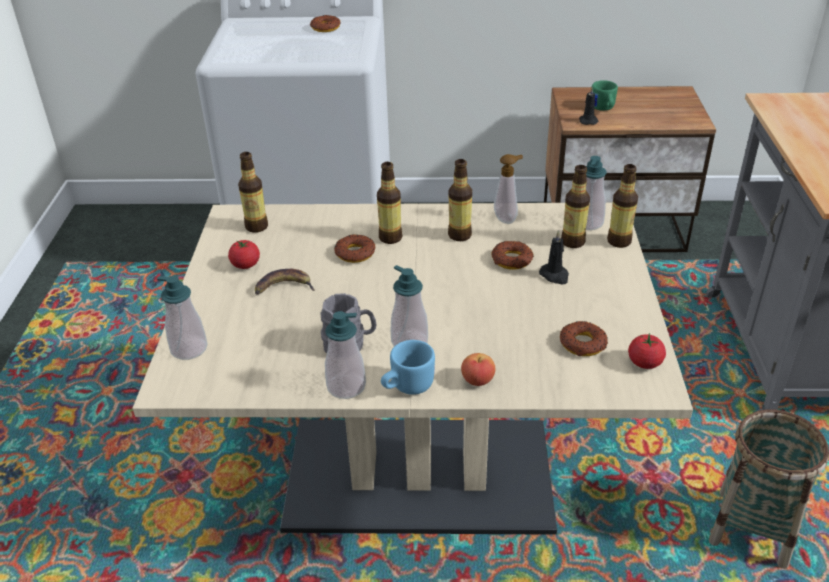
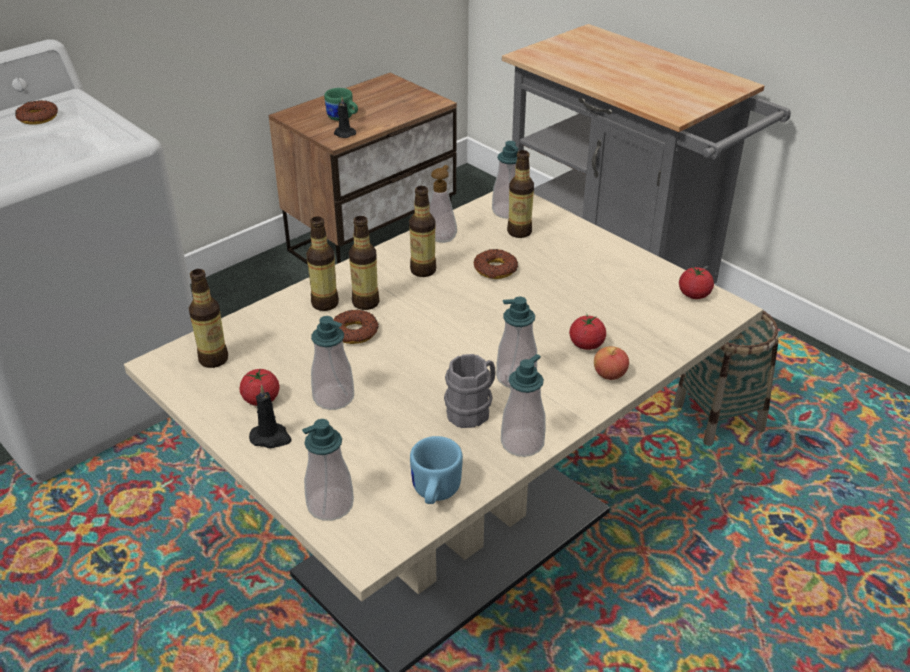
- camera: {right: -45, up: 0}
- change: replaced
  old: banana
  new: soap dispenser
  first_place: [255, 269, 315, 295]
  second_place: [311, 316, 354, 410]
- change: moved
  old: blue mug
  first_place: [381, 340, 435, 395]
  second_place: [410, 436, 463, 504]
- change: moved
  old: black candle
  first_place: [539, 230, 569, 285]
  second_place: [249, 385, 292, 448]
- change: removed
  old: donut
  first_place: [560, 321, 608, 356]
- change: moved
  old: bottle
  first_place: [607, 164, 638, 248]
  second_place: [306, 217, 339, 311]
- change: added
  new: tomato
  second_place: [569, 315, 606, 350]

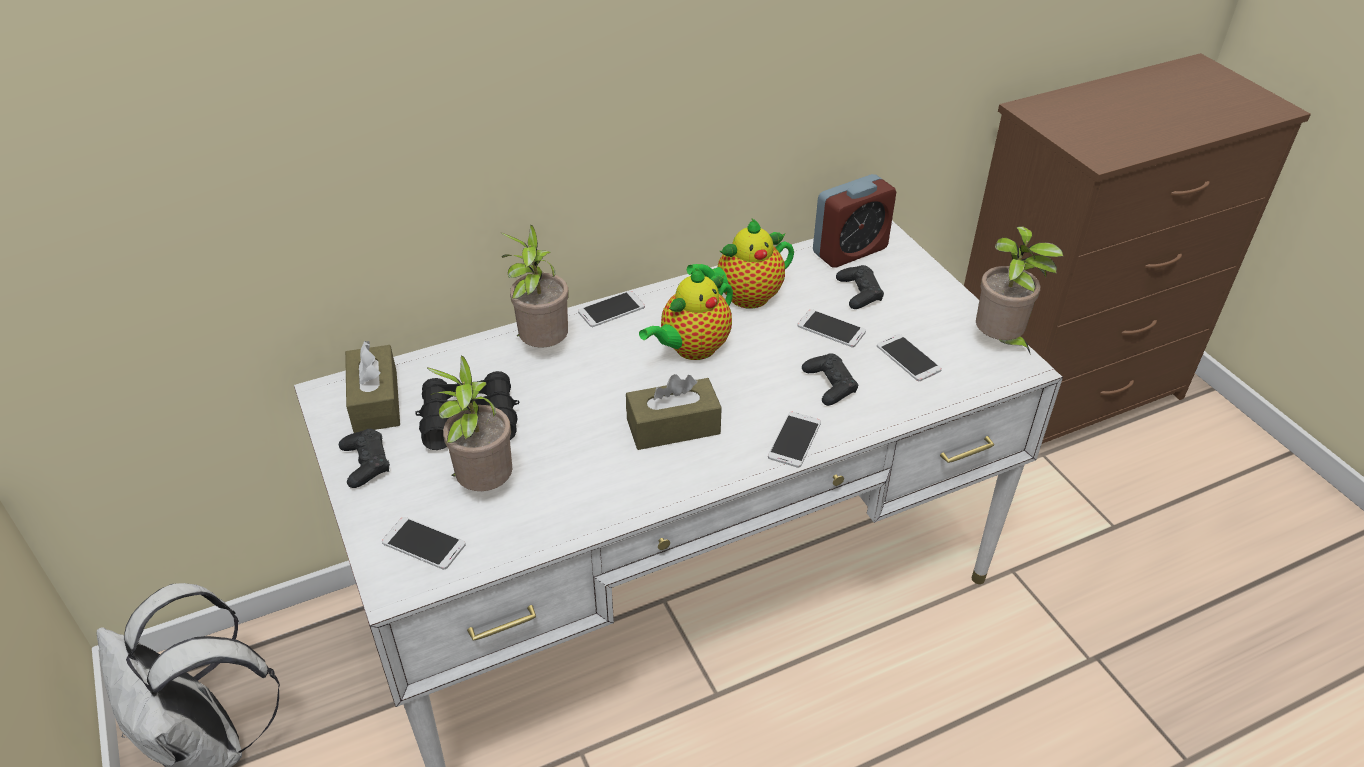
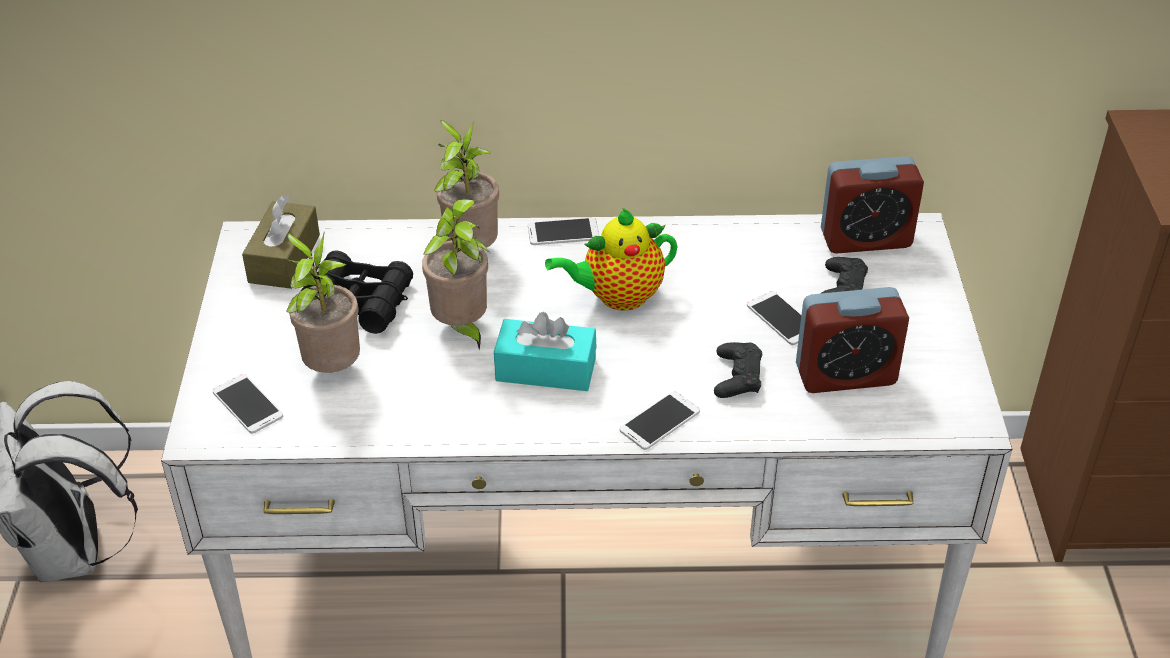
- camera: {right: 25, up: 0}
- change: removed
  old: black game controller
  first_place: [339, 429, 390, 488]
- change: recoloured
  old: brown tissue box
  new: turquoise tissue box
  first_place: [626, 374, 722, 450]
  second_place: [494, 312, 596, 391]
- change: removed
  old: teapot
  first_place: [687, 218, 794, 309]
- change: replaced
  old: phone
  new: alarm clock
  first_place: [877, 334, 942, 381]
  second_place: [796, 287, 909, 393]
- change: moved
  old: potted plant
  first_place: [976, 226, 1063, 355]
  second_place: [422, 199, 489, 350]

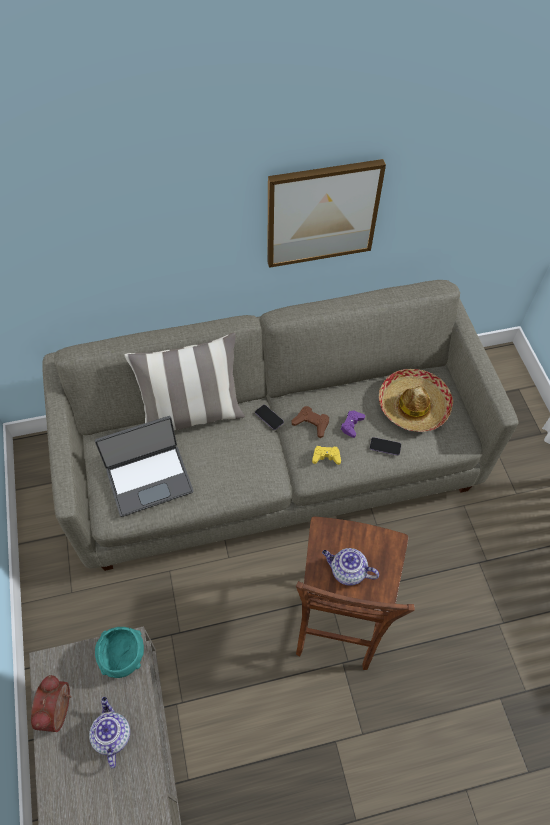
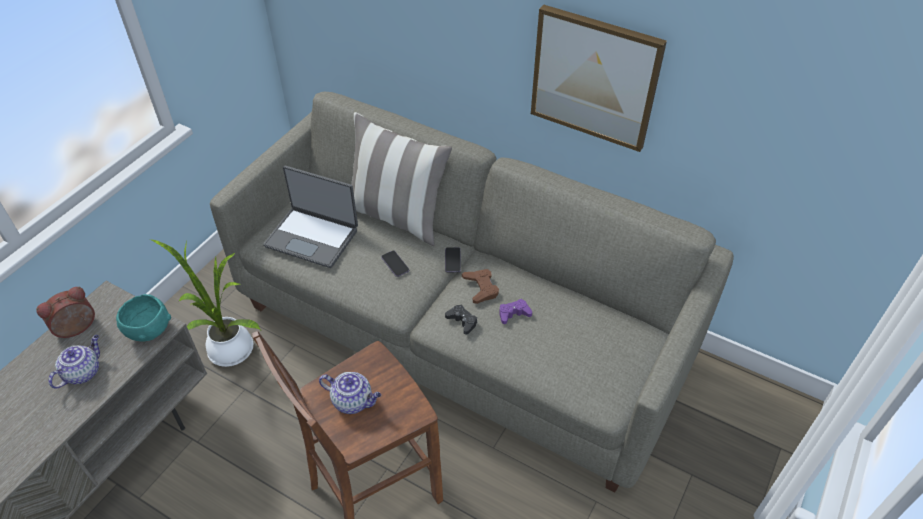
- camera: {right: 45, up: -10}
- change: recoloured
  old: yellow game controller
  new: black game controller
  first_place: [312, 446, 341, 465]
  second_place: [445, 305, 477, 335]
- change: turned
  old: teapot
  first_place: [322, 548, 379, 586]
  second_place: [319, 372, 381, 414]
  degrees: 135
- change: moved
  old: phone
  first_place: [370, 437, 401, 456]
  second_place: [381, 251, 409, 277]
- change: removed
  old: hat
  first_place: [379, 369, 453, 432]
- change: added
  new: potted plant
  second_place: [150, 239, 261, 367]

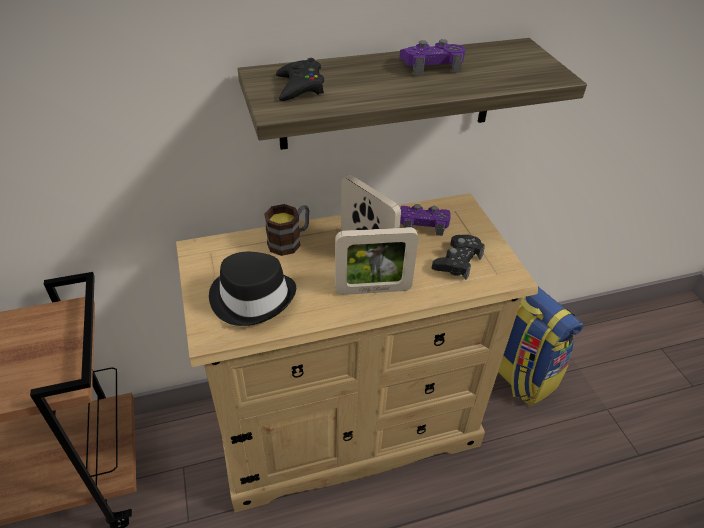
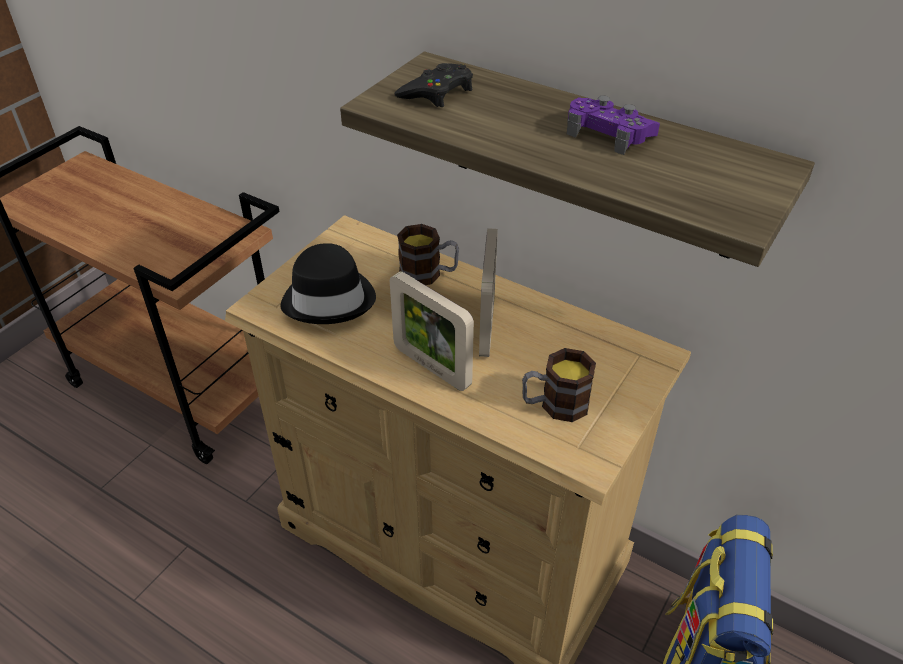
- camera: {right: 50, up: 0}
- change: removed
  old: purple game controller
  first_place: [400, 204, 451, 236]
- change: replaced
  old: black game controller
  new: mug
  first_place: [432, 235, 485, 280]
  second_place: [522, 348, 596, 422]

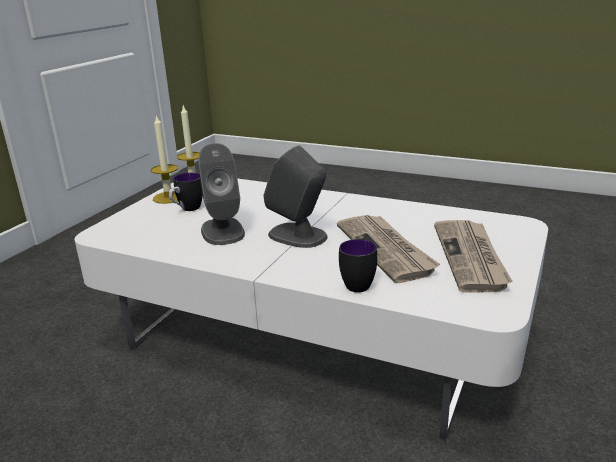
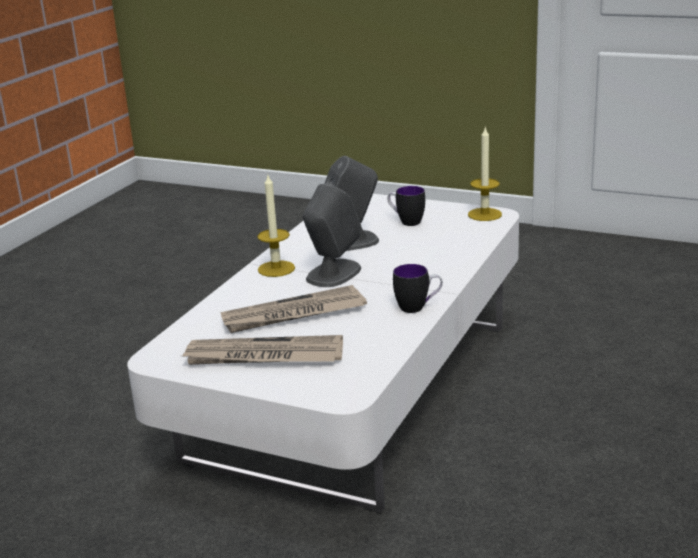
- camera: {right: 90, up: 0}
- change: moved
  old: candle
  first_place: [151, 114, 178, 204]
  second_place: [257, 175, 295, 277]
- change: moved
  old: mug
  first_place: [339, 239, 377, 292]
  second_place: [393, 264, 443, 313]

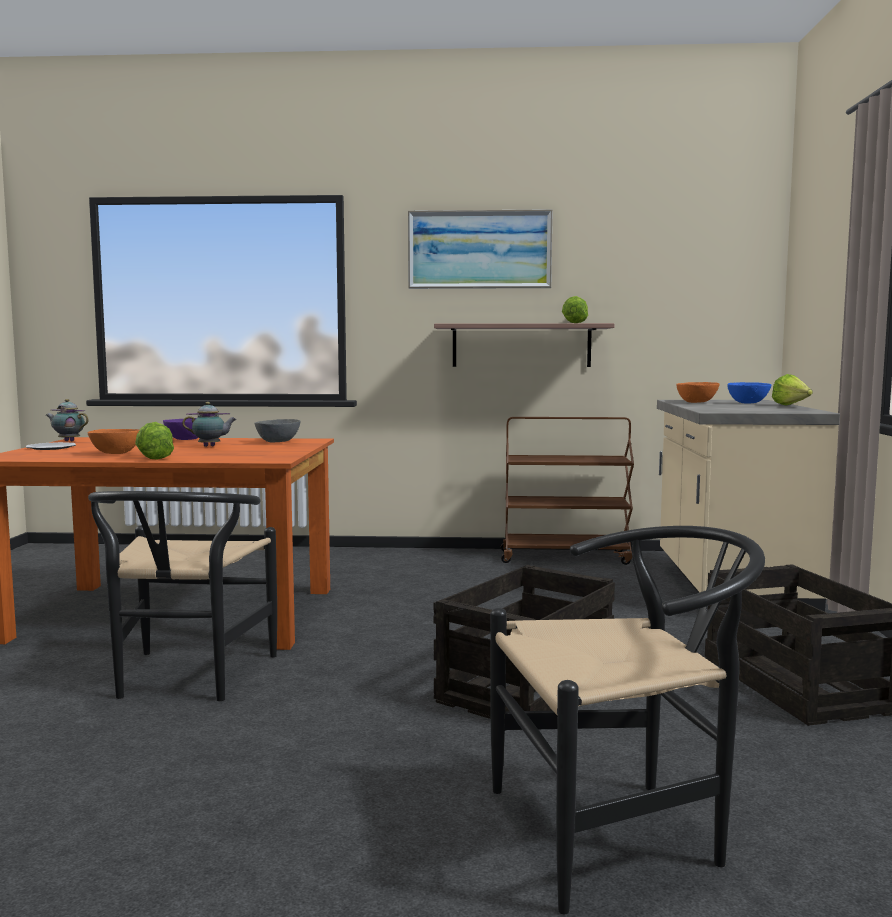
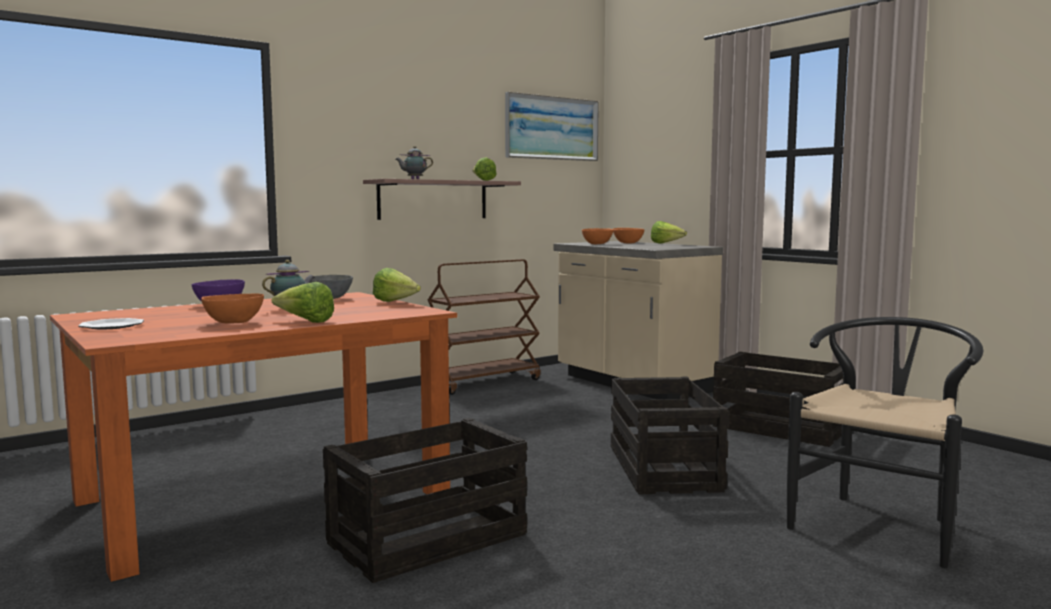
- camera: {right: -40, up: 0}
- change: moved
  old: teapot
  first_place: [46, 399, 89, 441]
  second_place: [396, 146, 433, 179]
- change: replaced
  old: black chair
  new: crate
  first_place: [88, 491, 277, 701]
  second_place: [323, 418, 527, 583]
- change: moved
  old: picture
  first_place: [408, 209, 552, 289]
  second_place: [505, 92, 599, 161]
- change: recoloured
  old: blue bowl
  new: orange bowl
  first_place: [727, 382, 772, 404]
  second_place: [613, 228, 645, 244]
- change: added
  new: lettuce
  second_place: [373, 268, 421, 302]

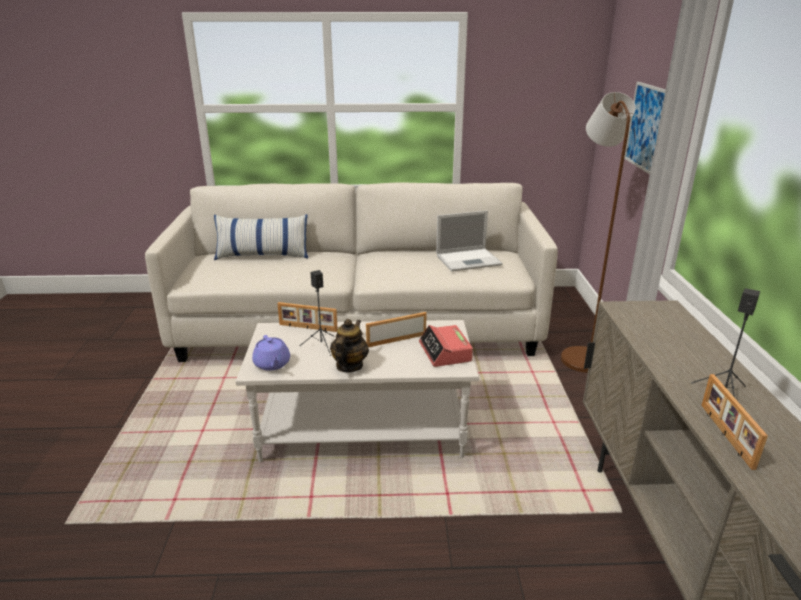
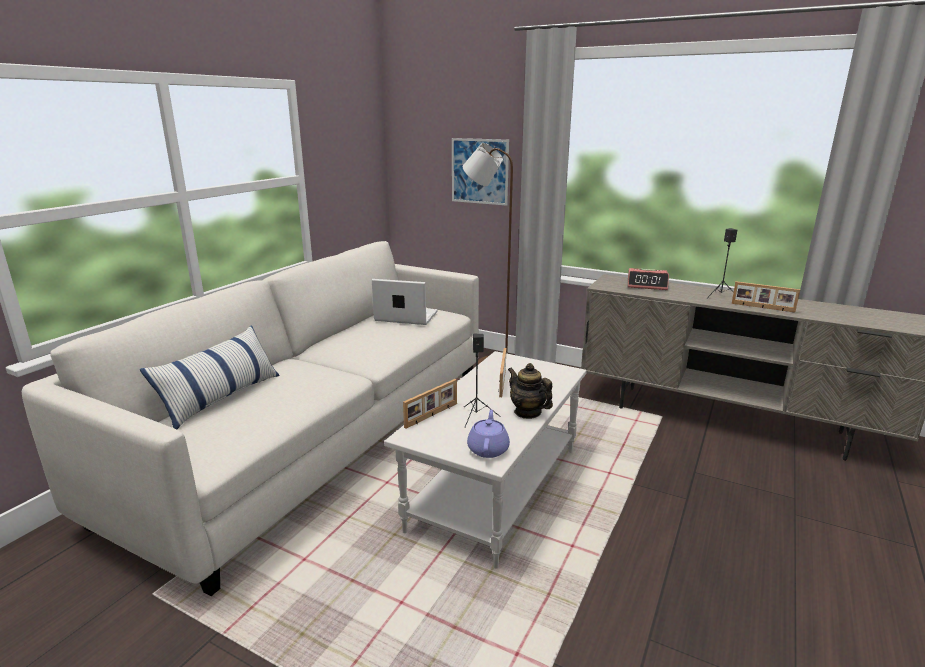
- camera: {right: -60, up: -5}
- change: turned
  old: purple teapot
  first_place: [252, 335, 290, 371]
  second_place: [467, 409, 510, 458]
  degrees: -90
- change: moved
  old: alarm clock
  first_place: [419, 325, 473, 367]
  second_place: [628, 268, 669, 290]
- change: turned
  old: laptop
  first_place: [436, 210, 503, 272]
  second_place: [372, 279, 438, 325]
  degrees: -90

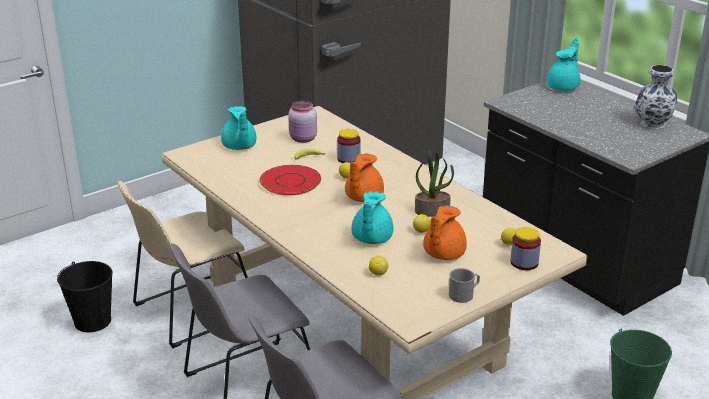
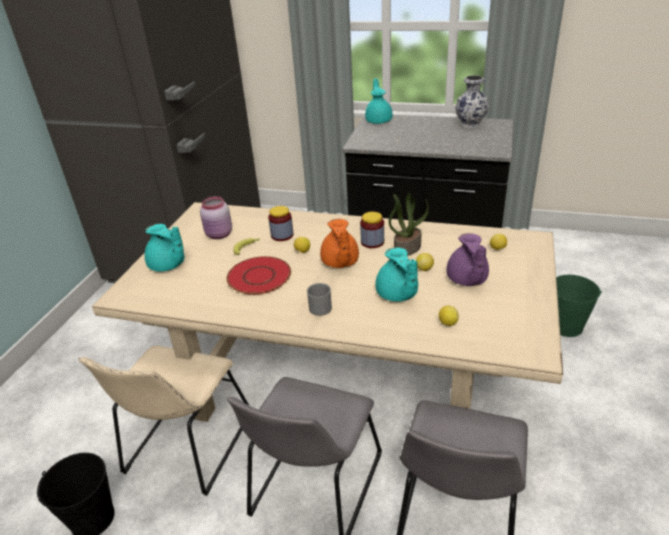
- camera: {right: -35, up: 5}
- change: recoloured
  old: orange teapot
  new: purple teapot
  first_place: [423, 206, 467, 260]
  second_place: [446, 233, 489, 286]
- change: moved
  old: grey mug
  first_place: [449, 268, 480, 303]
  second_place: [307, 283, 332, 316]
- change: moved
  old: jar
  first_place: [510, 227, 541, 270]
  second_place: [360, 212, 384, 248]

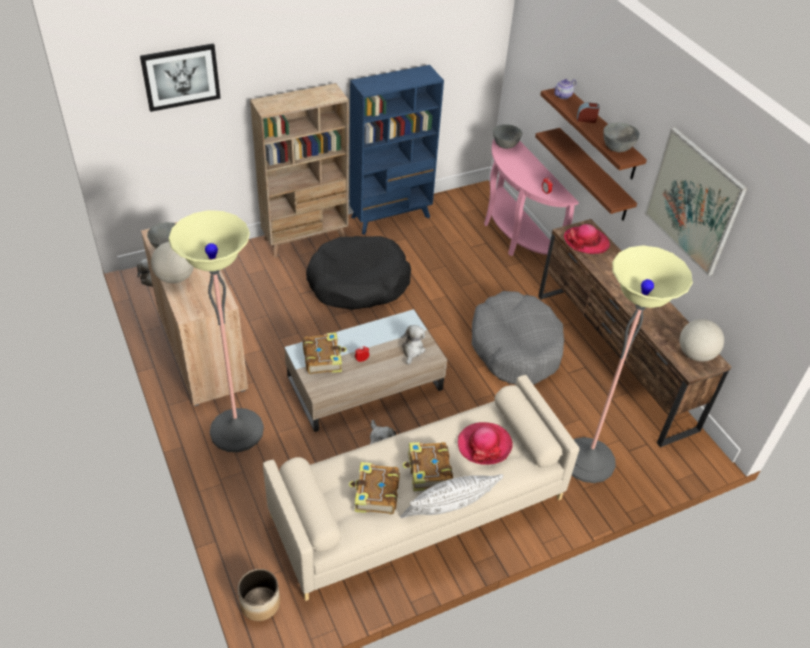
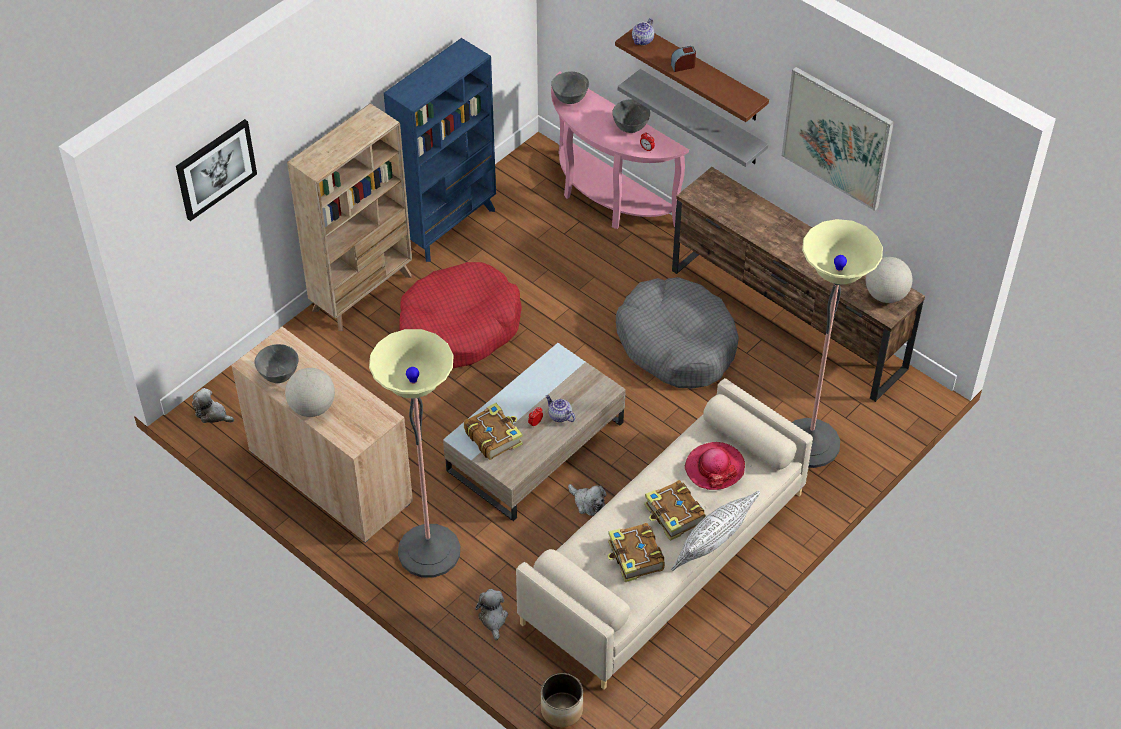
- camera: {right: -20, up: 5}
- change: recoloured
  old: black dog bed
  new: red dog bed
  first_place: [306, 236, 411, 310]
  second_place: [400, 262, 522, 369]
- change: moved
  old: plush toy
  first_place: [401, 325, 425, 365]
  second_place: [475, 589, 508, 640]
- change: recoloured
  old: brown shelf
  new: grey shelf
  first_place: [535, 128, 637, 221]
  second_place: [618, 69, 768, 167]
- change: removed
  old: hat
  first_place: [564, 224, 610, 254]
- change: moved
  old: grey bowl
  first_place: [603, 122, 640, 152]
  second_place: [612, 99, 651, 133]
- change: added
  new: teapot
  second_place: [546, 395, 575, 422]

